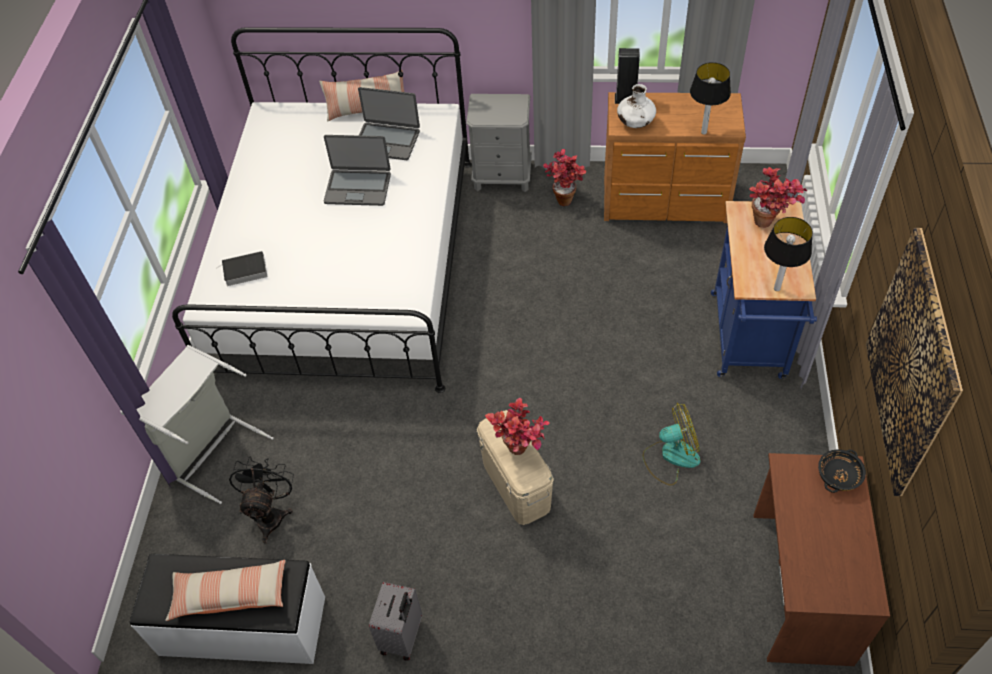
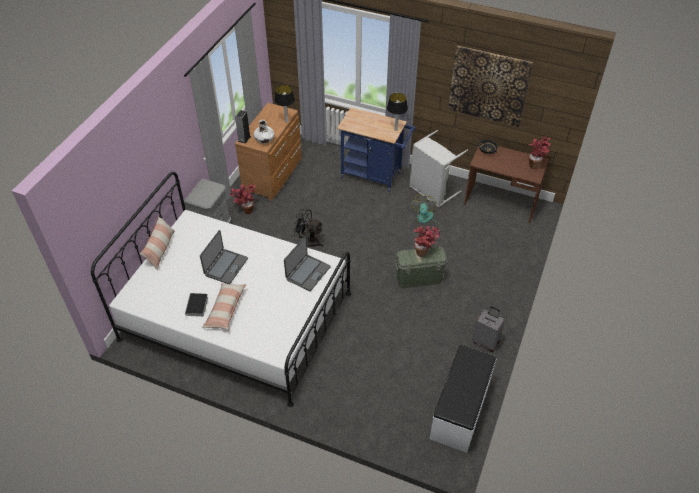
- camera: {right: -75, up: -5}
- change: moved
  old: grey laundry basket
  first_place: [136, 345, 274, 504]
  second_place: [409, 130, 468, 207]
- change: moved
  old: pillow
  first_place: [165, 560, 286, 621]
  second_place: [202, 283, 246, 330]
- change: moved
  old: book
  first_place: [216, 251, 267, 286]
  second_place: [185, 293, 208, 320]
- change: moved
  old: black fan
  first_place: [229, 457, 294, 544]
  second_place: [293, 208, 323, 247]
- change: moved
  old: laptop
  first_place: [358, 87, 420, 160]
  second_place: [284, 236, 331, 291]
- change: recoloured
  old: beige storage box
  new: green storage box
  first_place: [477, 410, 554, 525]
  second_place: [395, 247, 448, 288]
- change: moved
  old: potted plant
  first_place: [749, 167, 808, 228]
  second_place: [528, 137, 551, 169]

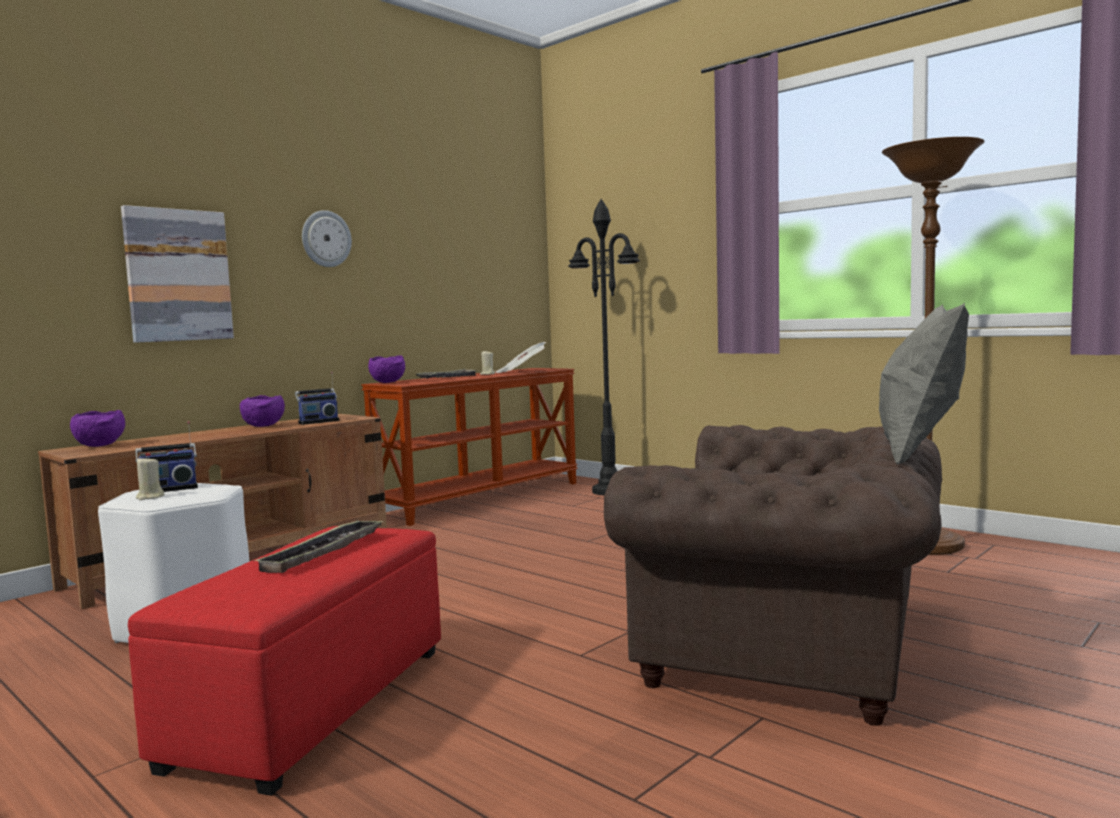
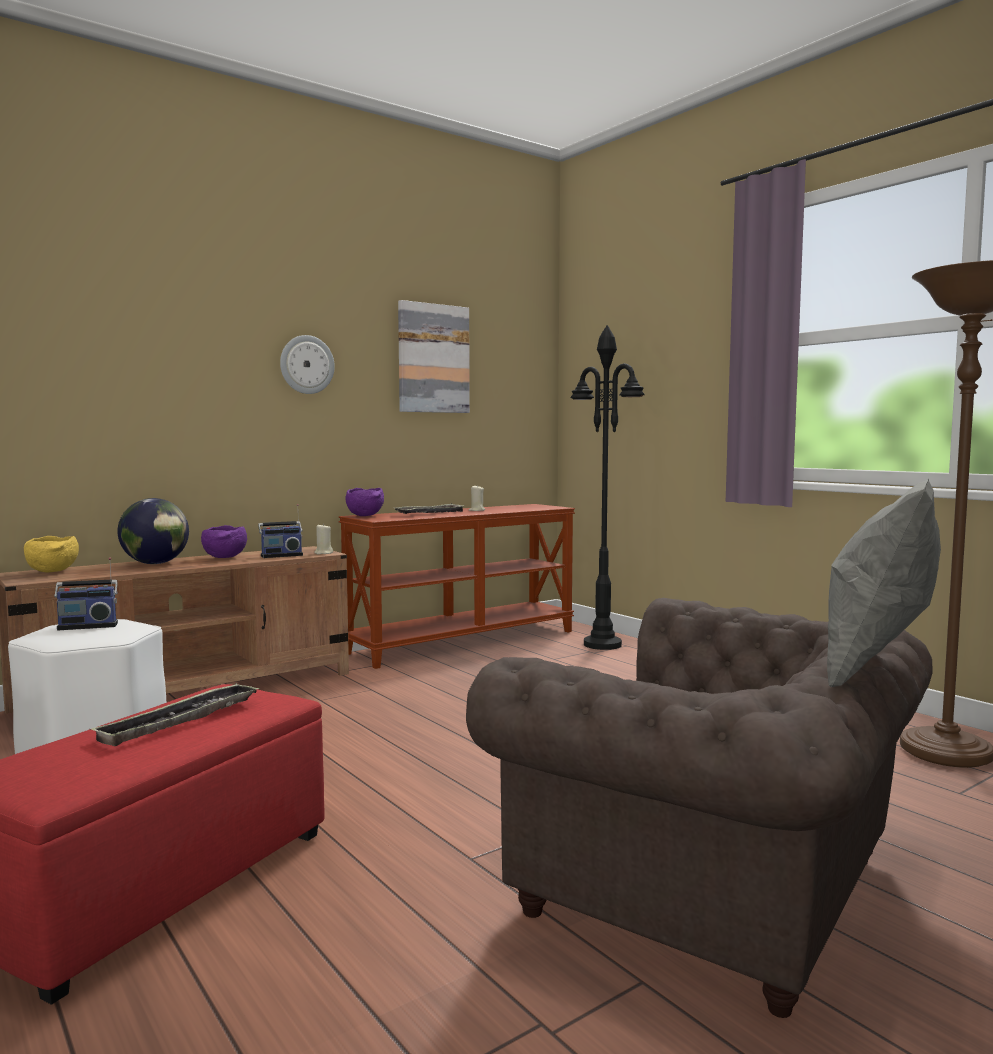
- camera: {right: 10, up: 0}
- change: recoloured
  old: purple bowl
  new: yellow bowl
  first_place: [70, 410, 125, 447]
  second_place: [24, 536, 79, 572]
- change: moved
  old: picture
  first_place: [121, 205, 234, 343]
  second_place: [398, 300, 470, 413]
- change: moved
  old: beige candle
  first_place: [136, 456, 164, 500]
  second_place: [314, 524, 333, 555]
- change: removed
  old: newspaper
  first_place: [495, 342, 546, 373]
- change: added
  new: globe
  second_place: [117, 498, 189, 564]

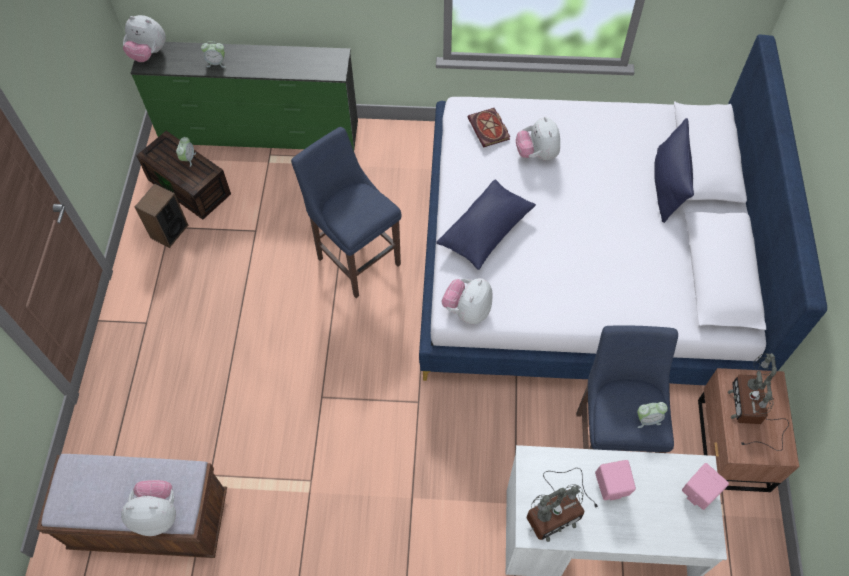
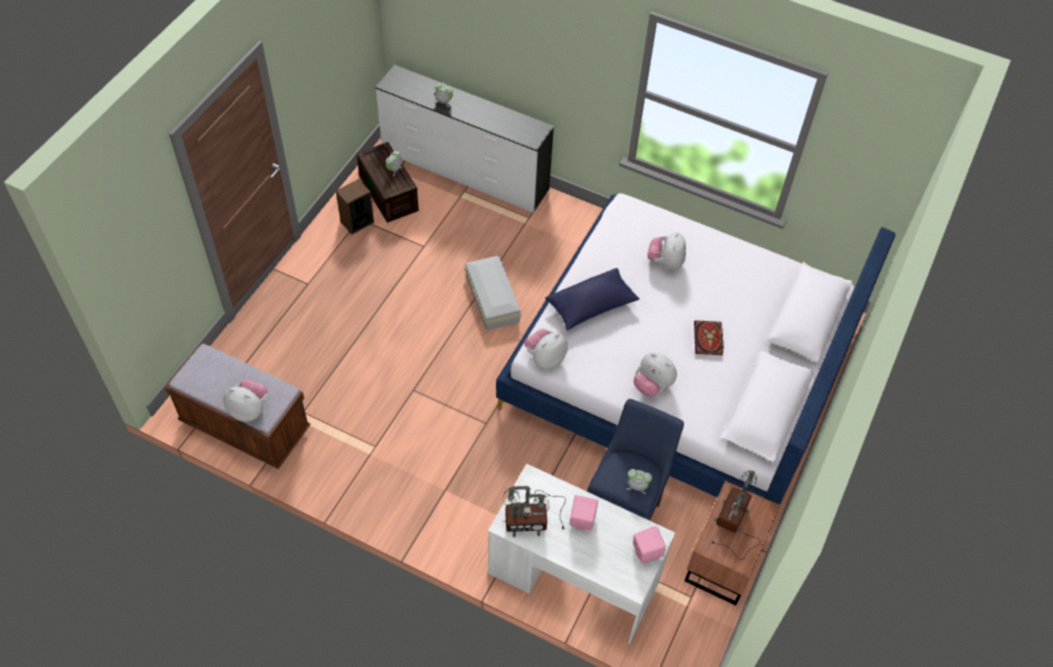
- camera: {right: 20, up: -5}
- change: moved
  old: plush toy
  first_place: [123, 15, 166, 62]
  second_place: [634, 352, 677, 396]
- change: recoloured
  old: green dresser
  new: white dresser
  first_place: [131, 42, 358, 150]
  second_place: [376, 65, 554, 213]
- change: replaced
  old: blue stool
  new: white storage box
  first_place: [291, 127, 402, 298]
  second_place: [465, 255, 521, 331]
- change: moved
  old: book
  first_place: [467, 108, 510, 147]
  second_place: [694, 320, 724, 355]
- change: removed
  old: blue pillow
  first_place: [654, 118, 694, 223]

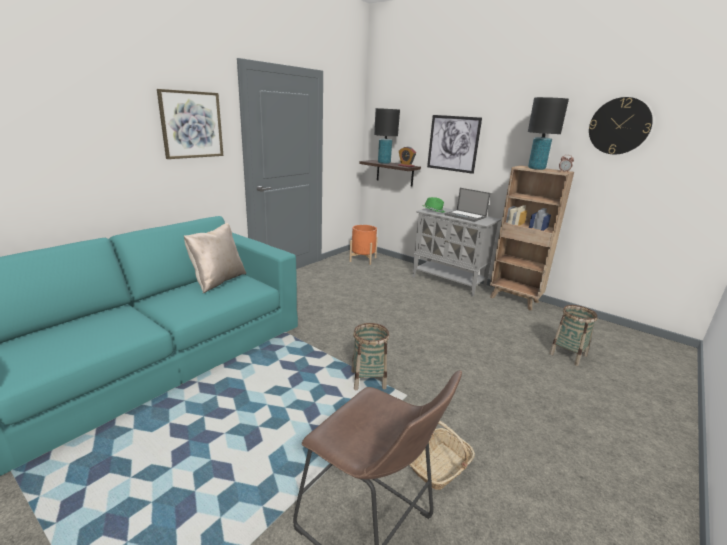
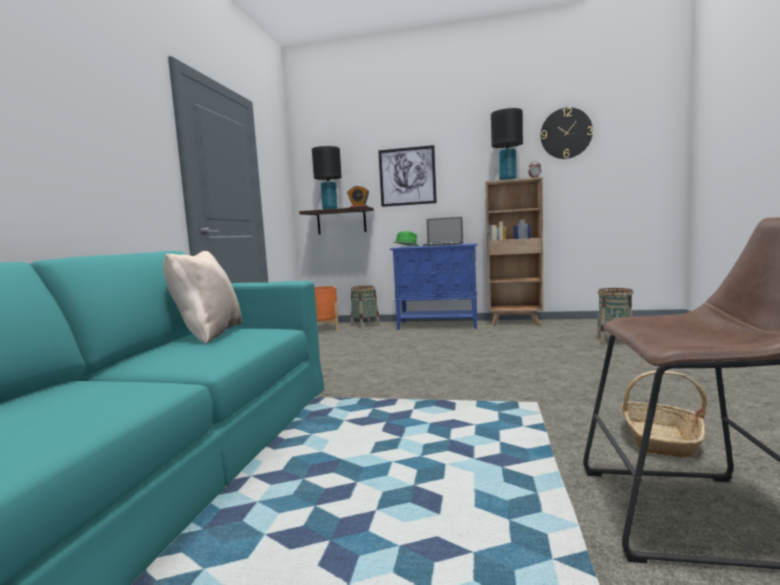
- camera: {right: -25, up: -15}
- change: removed
  old: picture
  first_place: [157, 89, 223, 159]
- change: moved
  old: basket
  first_place: [351, 323, 390, 390]
  second_place: [351, 286, 380, 329]
- change: recoloured
  old: grey cabinet
  new: blue cabinet
  first_place: [412, 208, 501, 297]
  second_place: [390, 243, 477, 330]

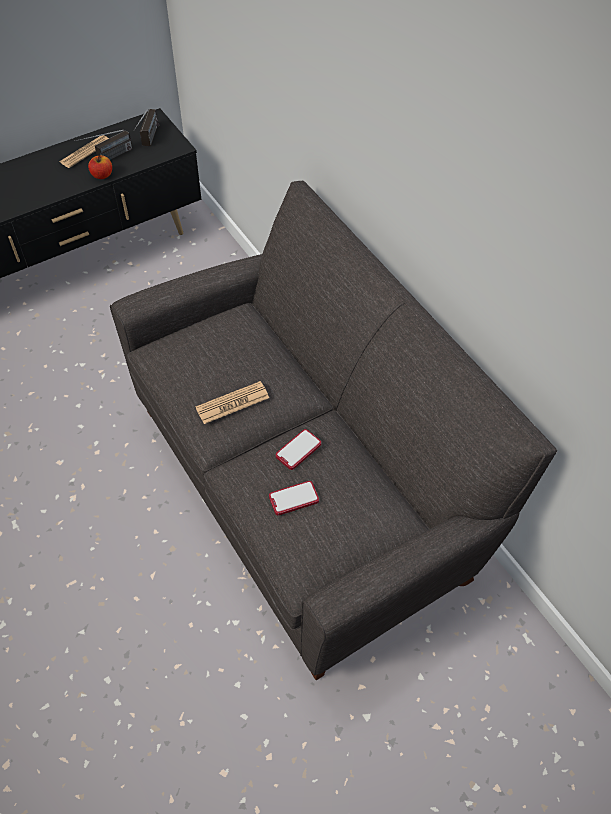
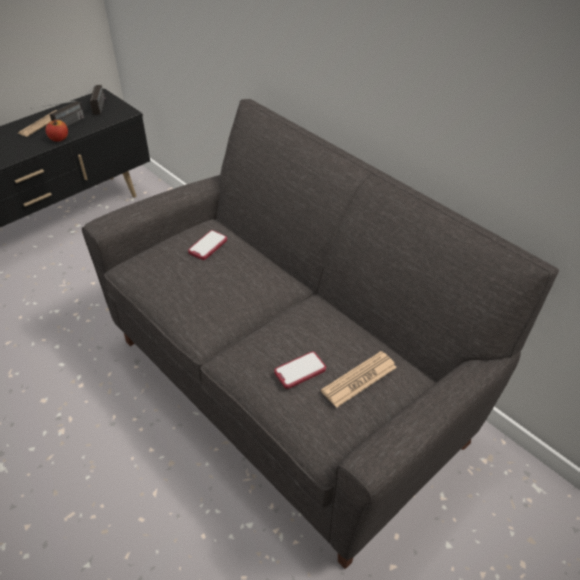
- camera: {right: -10, up: -10}
- change: moved
  old: newspaper
  first_place: [196, 381, 269, 424]
  second_place: [321, 351, 397, 408]
- change: moved
  old: phone
  first_place: [276, 429, 321, 470]
  second_place: [188, 230, 227, 260]

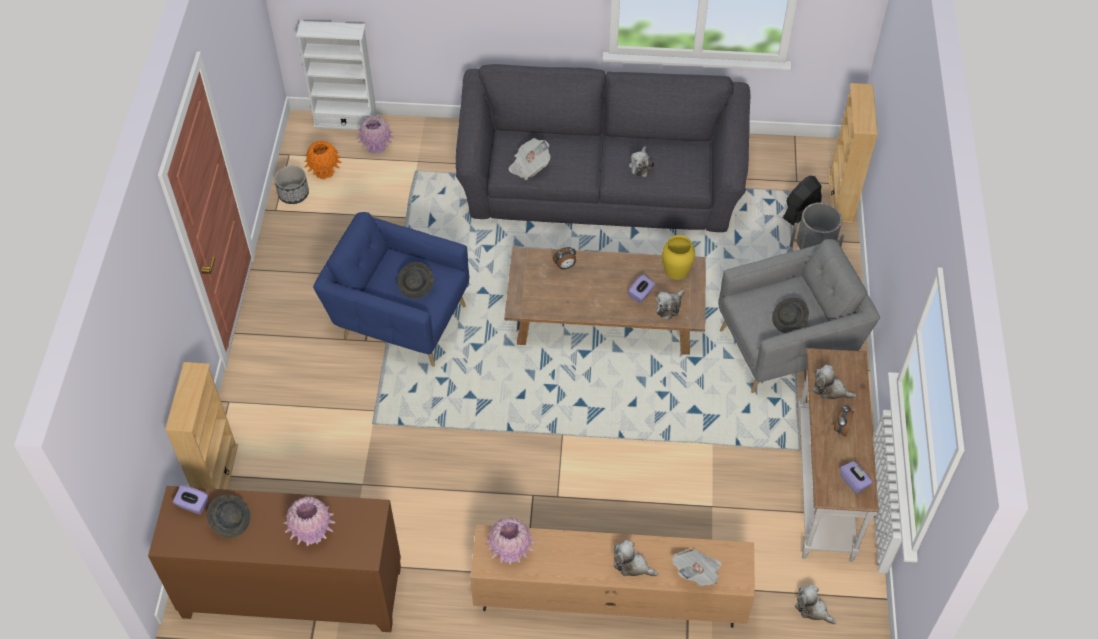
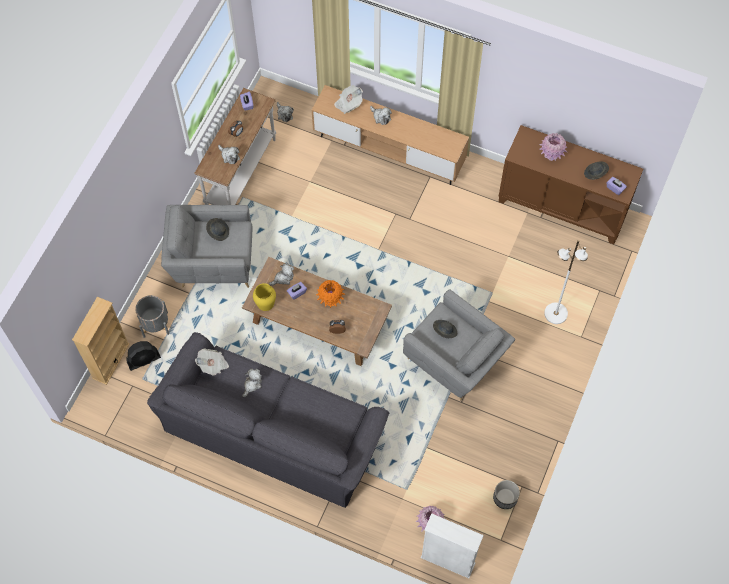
- camera: {right: -160, up: 10}
- change: removed
  old: beige bookcase
  first_place: [165, 362, 238, 490]
- change: moved
  old: orange vase
  first_place: [304, 140, 341, 179]
  second_place: [316, 280, 346, 308]
- change: recoloured
  old: blue armchair
  new: grey armchair
  first_place: [313, 212, 469, 367]
  second_place: [403, 289, 515, 400]
- change: removed
  old: pink vase
  first_place: [486, 517, 535, 564]
- change: moved
  old: newspaper
  first_place: [509, 138, 551, 180]
  second_place: [195, 348, 229, 376]
- change: added
  new: white floor lamp
  second_place: [544, 240, 588, 324]

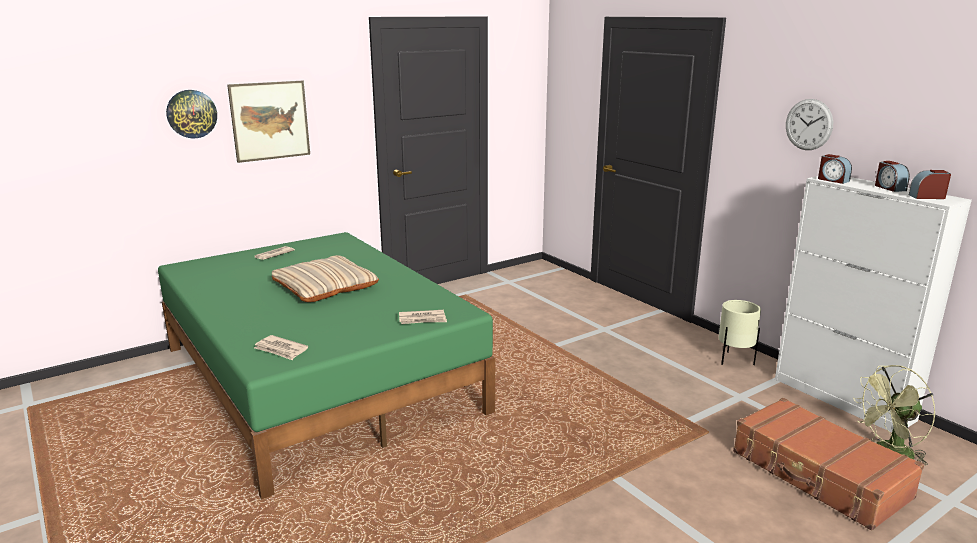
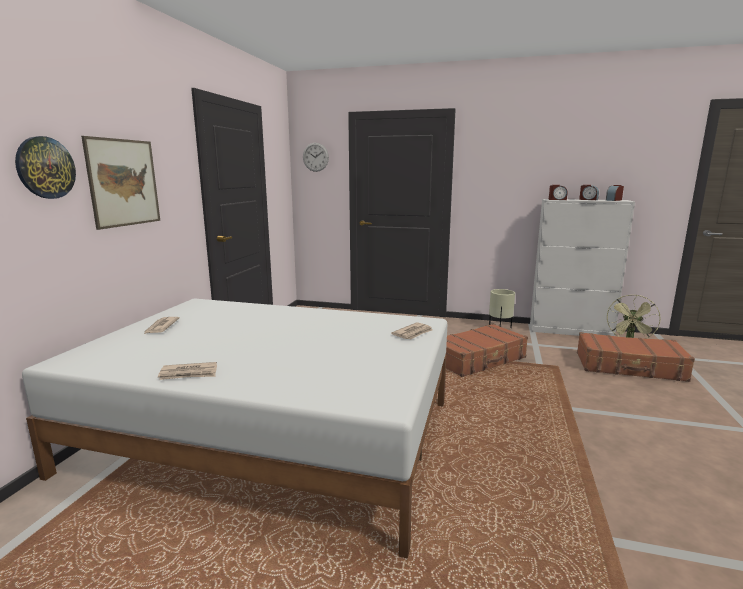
- camera: {right: -40, up: -5}
- change: recoloured
  old: green bed
  new: white bed
  first_place: [158, 232, 495, 499]
  second_place: [22, 298, 447, 559]
- change: moved
  old: newspaper
  first_place: [254, 335, 308, 360]
  second_place: [158, 362, 217, 380]
- change: removed
  old: beige pillow
  first_place: [272, 255, 379, 302]
- change: moved
  old: wall clock
  first_place: [786, 99, 833, 150]
  second_place: [303, 143, 329, 172]
- change: added
  new: brown suitcase
  second_place: [446, 324, 528, 377]

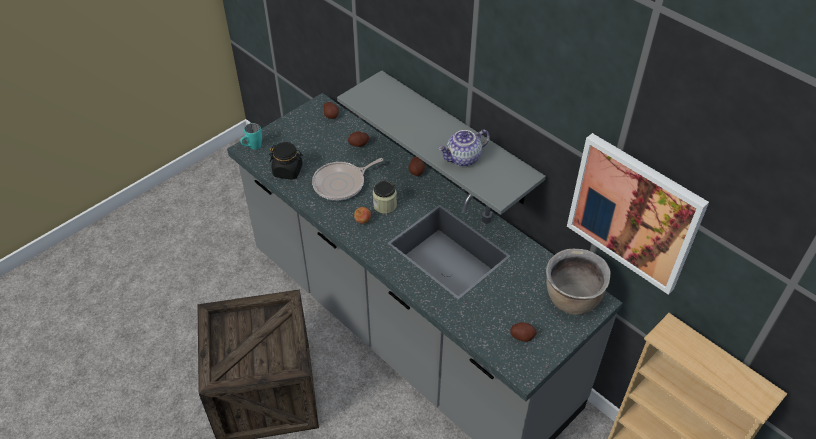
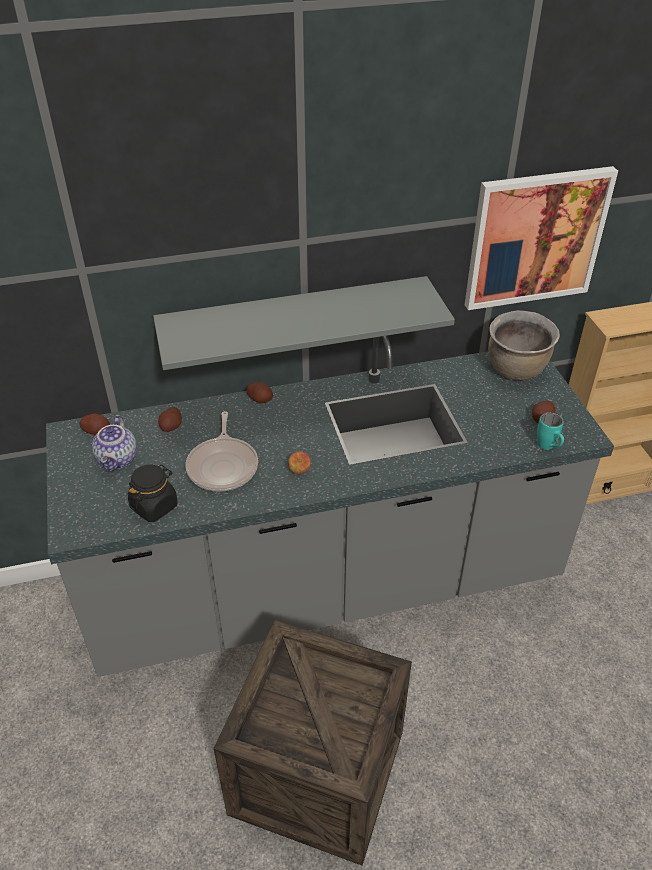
- camera: {right: -60, up: -5}
- change: moved
  old: turquoise mug
  first_place: [240, 123, 262, 150]
  second_place: [537, 412, 564, 450]
- change: removed
  old: jar
  first_place: [373, 181, 397, 214]
- change: moved
  old: teapot
  first_place: [438, 130, 490, 167]
  second_place: [92, 415, 137, 472]

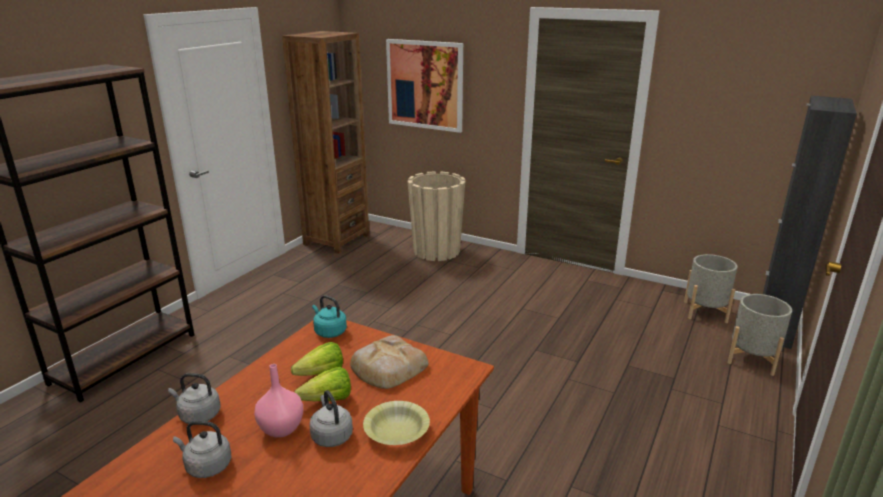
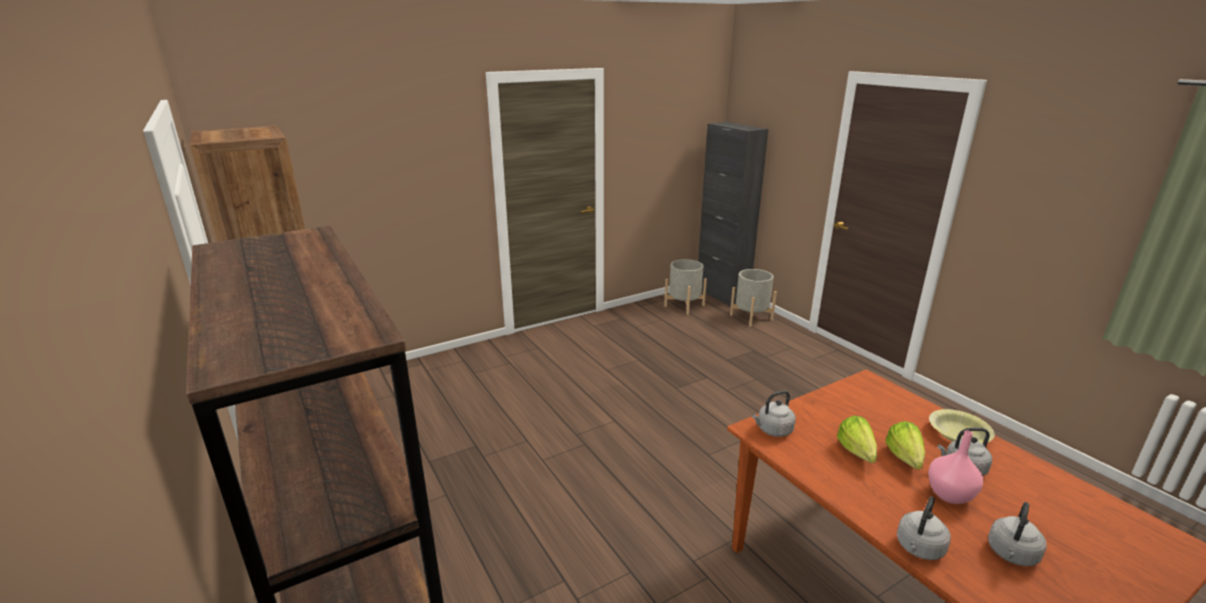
- camera: {right: -60, up: 0}
- change: recoloured
  old: turquoise kettle
  new: grey kettle
  first_place: [312, 295, 347, 338]
  second_place: [752, 390, 796, 437]
- change: removed
  old: bread
  first_place: [350, 335, 429, 389]
- change: removed
  old: picture
  first_place: [386, 39, 463, 133]
- change: removed
  old: beige planter
  first_place: [407, 171, 466, 261]

